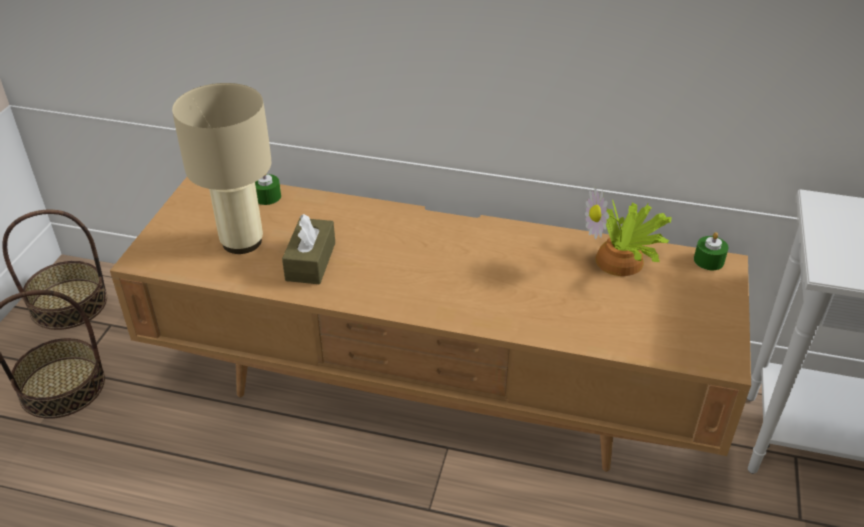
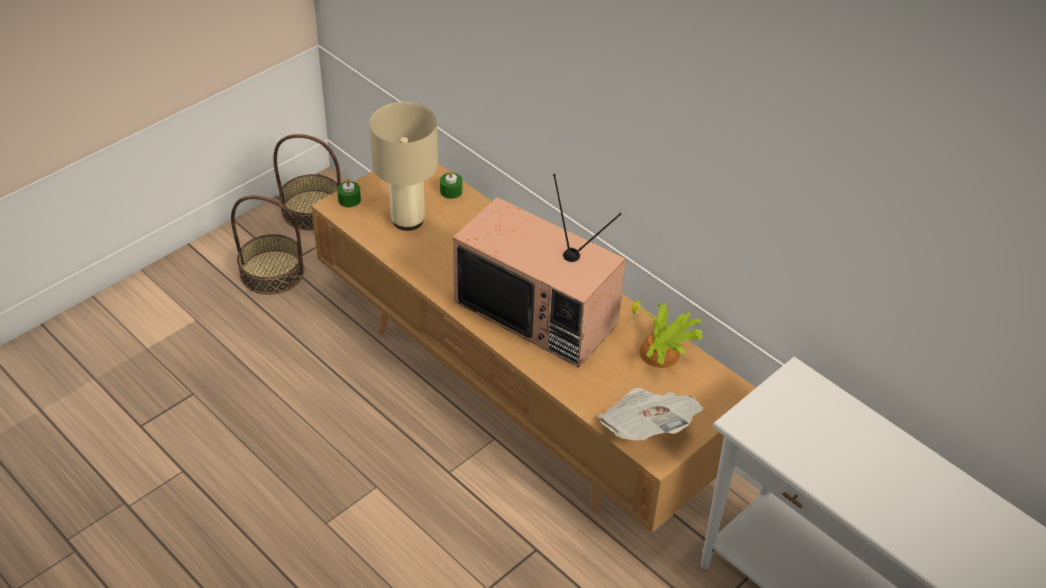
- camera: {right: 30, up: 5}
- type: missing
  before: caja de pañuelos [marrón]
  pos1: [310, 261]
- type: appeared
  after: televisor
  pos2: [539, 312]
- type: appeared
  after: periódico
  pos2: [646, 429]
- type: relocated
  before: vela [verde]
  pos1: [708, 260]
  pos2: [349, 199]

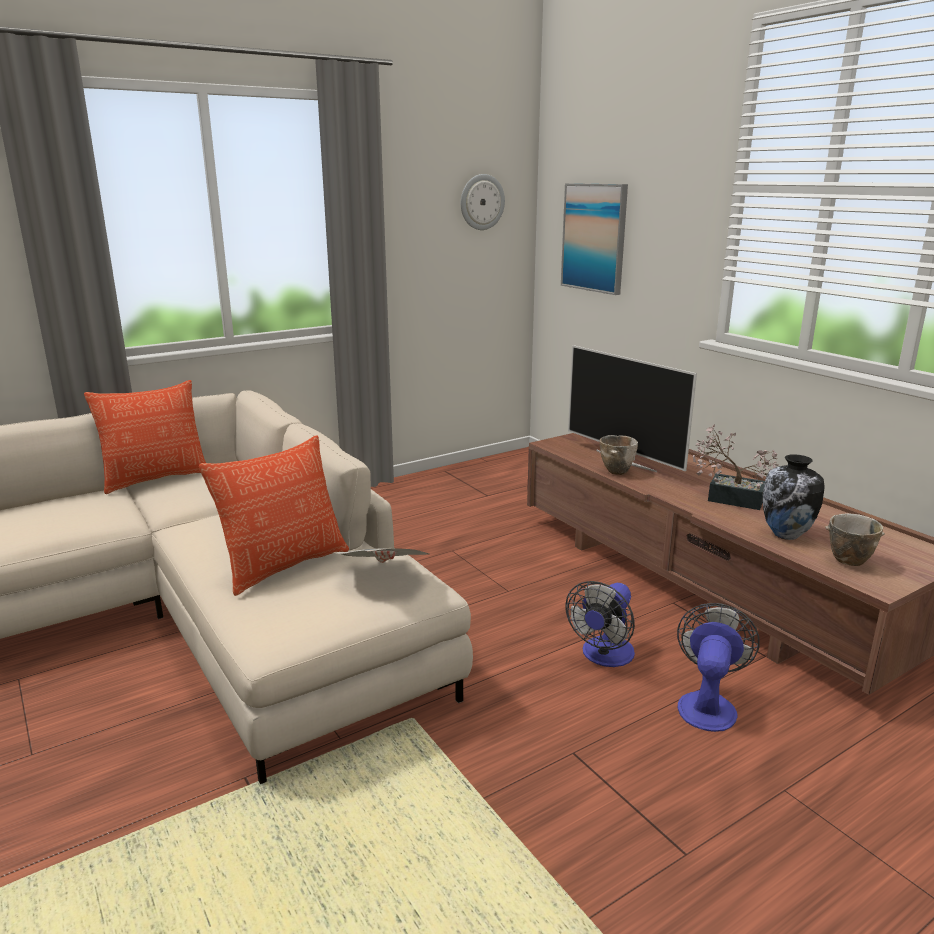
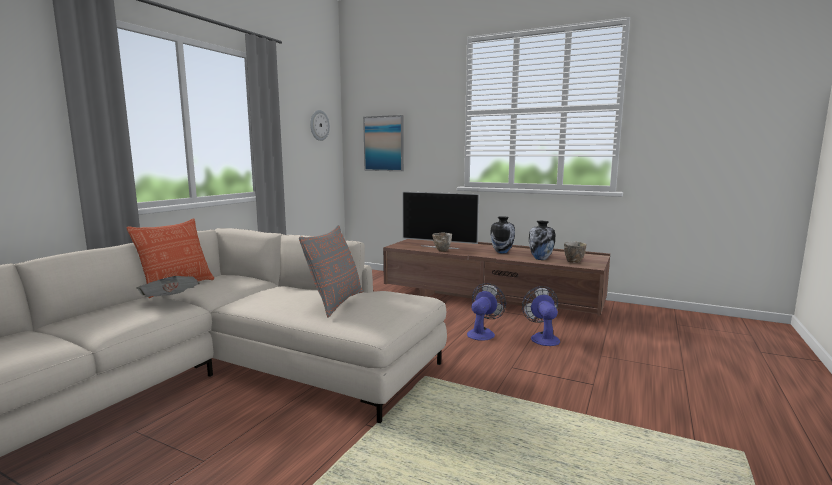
- camera: {right: -30, up: -10}
- type: relocated
  before: periódico
  pos1: [384, 576]
  pos2: [170, 302]
- type: exchanged
  before: planta en maceta
  after: florero
  pos1: [728, 498]
  pos2: [502, 252]
- type: colour
  before: cojín [naranja]
  after: cojín [gris]
  pos1: [284, 566]
  pos2: [336, 303]
- type: spun
  before: ventilador
  pos1: [604, 656]
  pos2: [483, 333]
  turn: -150

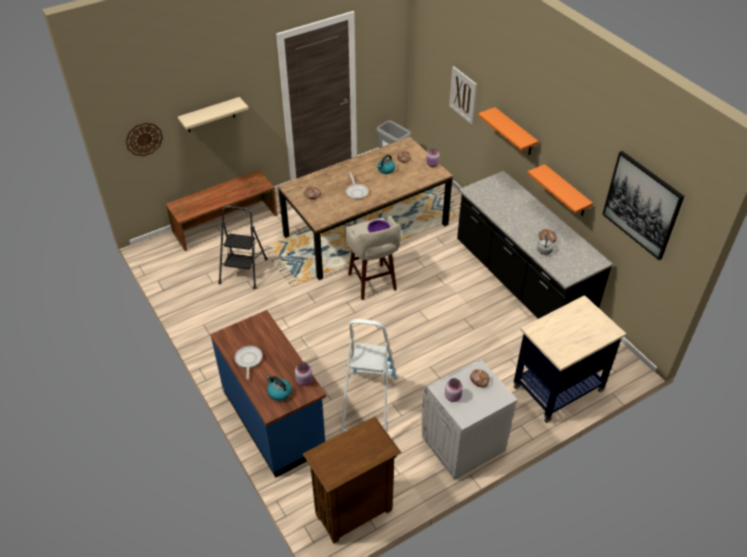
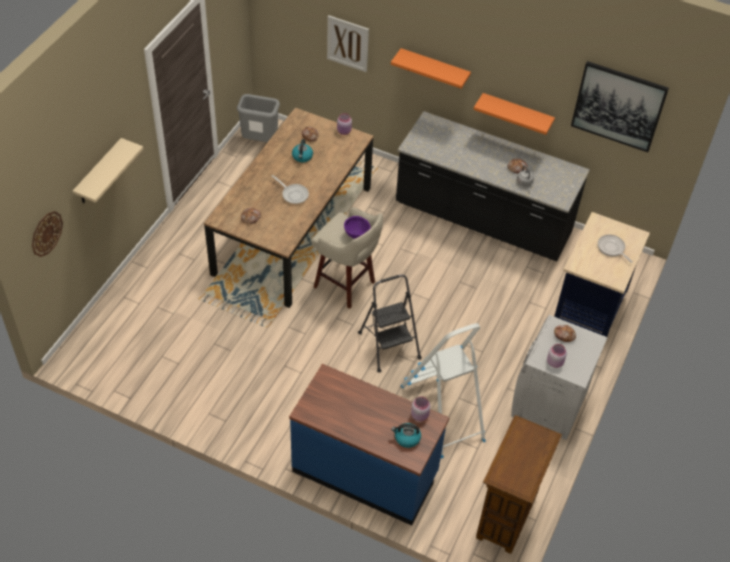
- camera: {right: -35, up: 5}
- type: missing
  before: banco [marrón]
  pos1: [225, 222]
- type: relocated
  before: escalera de tijera [negro]
  pos1: [244, 269]
  pos2: [388, 343]
- type: relocated
  before: sartén
  pos1: [248, 360]
  pos2: [612, 248]

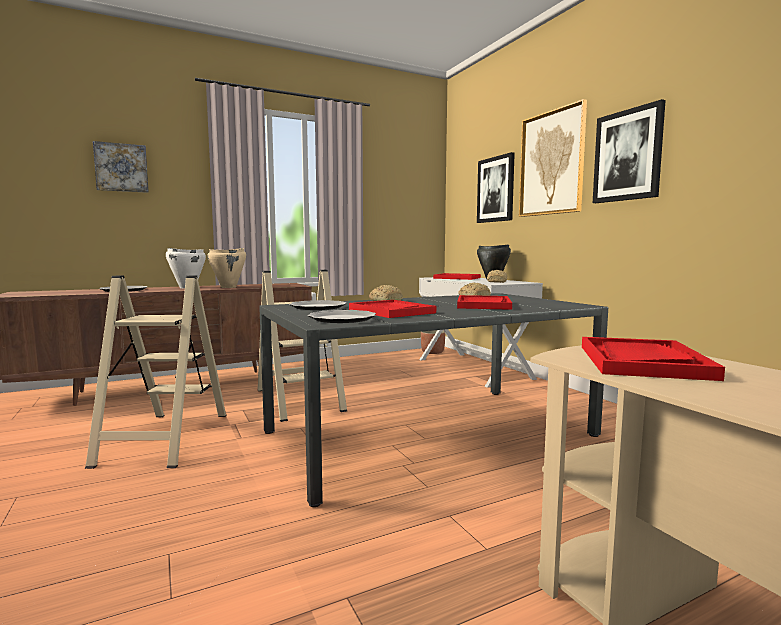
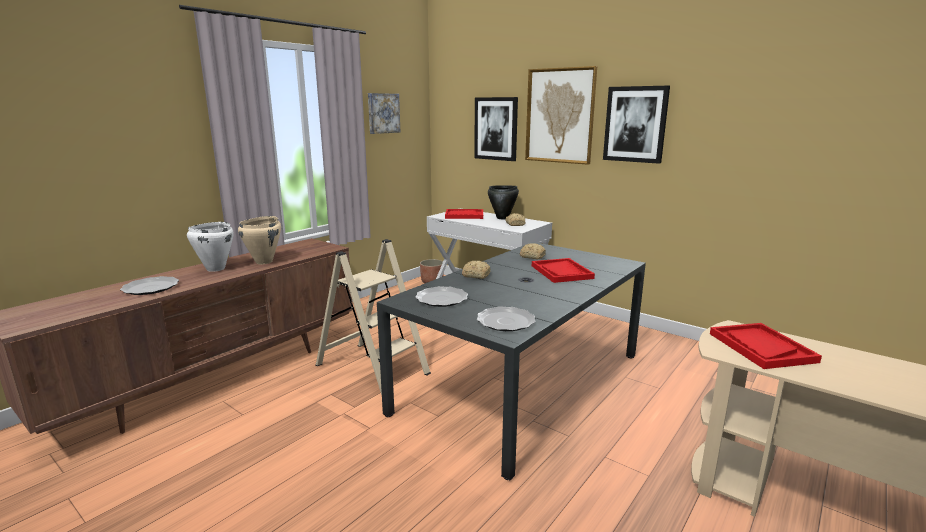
- camera: {right: -25, up: 10}
- type: missing
  before: escalera de tijera [beis]
  pos1: [164, 439]
- type: missing
  before: bandeja [rojo]
  pos1: [391, 311]
- type: relocated
  before: cuadro
  pos1: [121, 168]
  pos2: [383, 113]

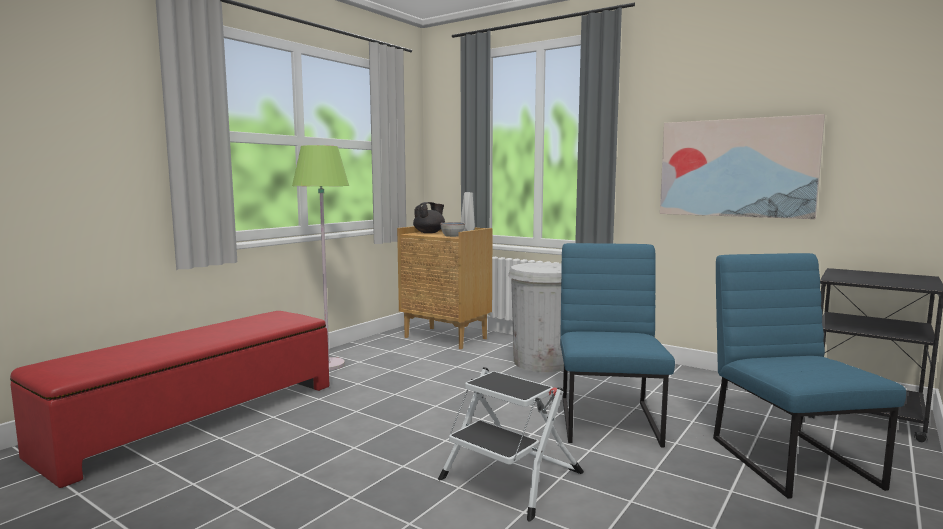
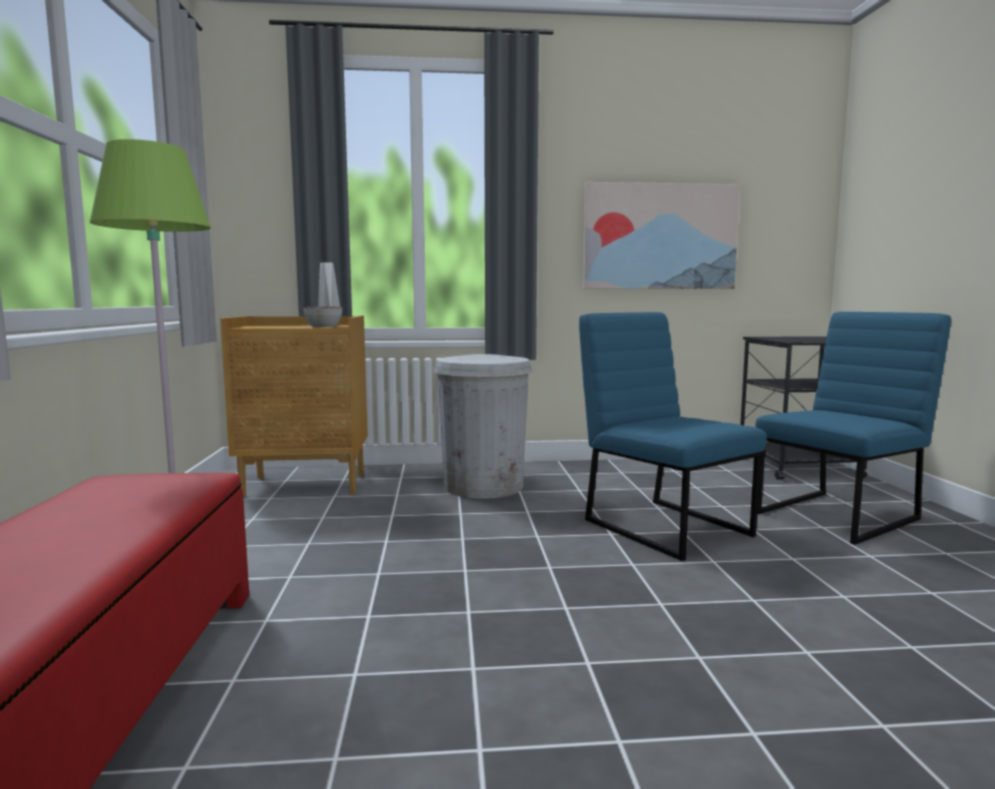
- camera: {right: -40, up: 0}
- type: missing
  before: tetera [negro]
  pos1: [429, 233]
- type: missing
  before: escalera de tijera
  pos1: [512, 478]
- type: spun
  before: silla [azul]
  pos1: [790, 459]
  pos2: [840, 515]
  turn: 105

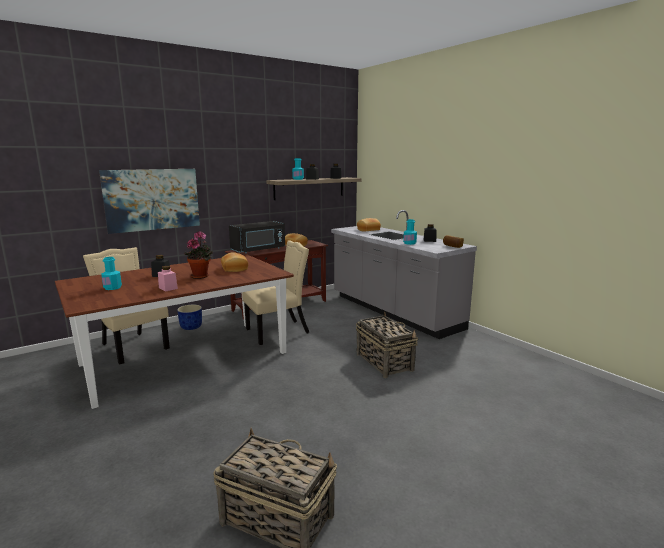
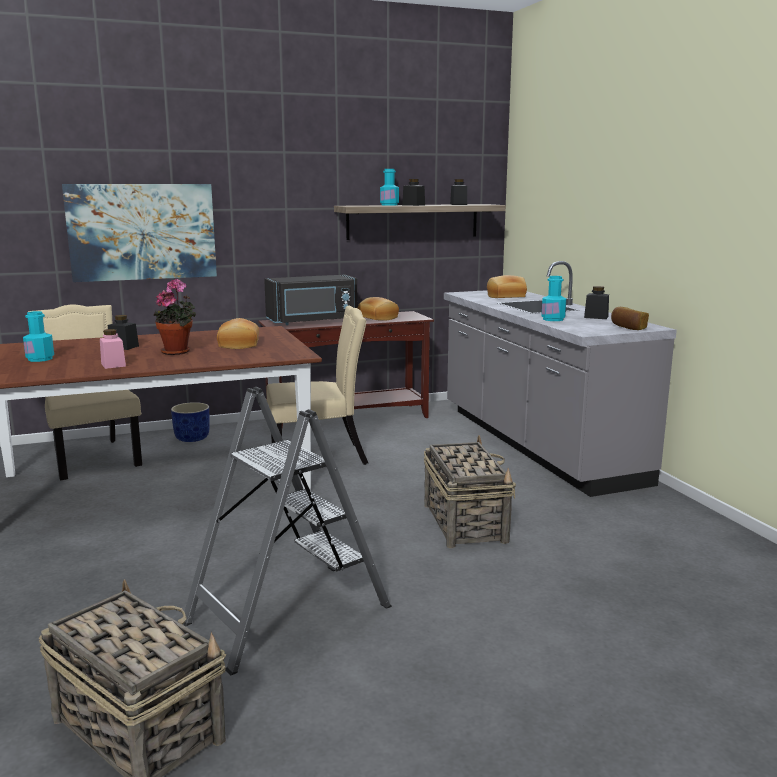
- camera: {right: 15, up: 0}
- type: appeared
  after: escalera de tijera [gris]
  pos2: [285, 614]

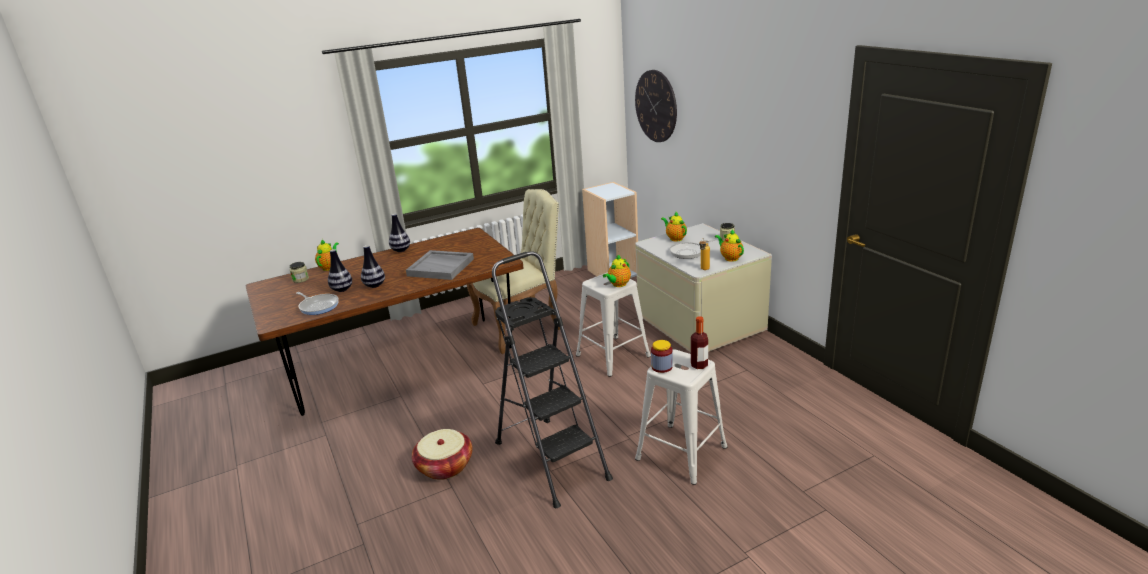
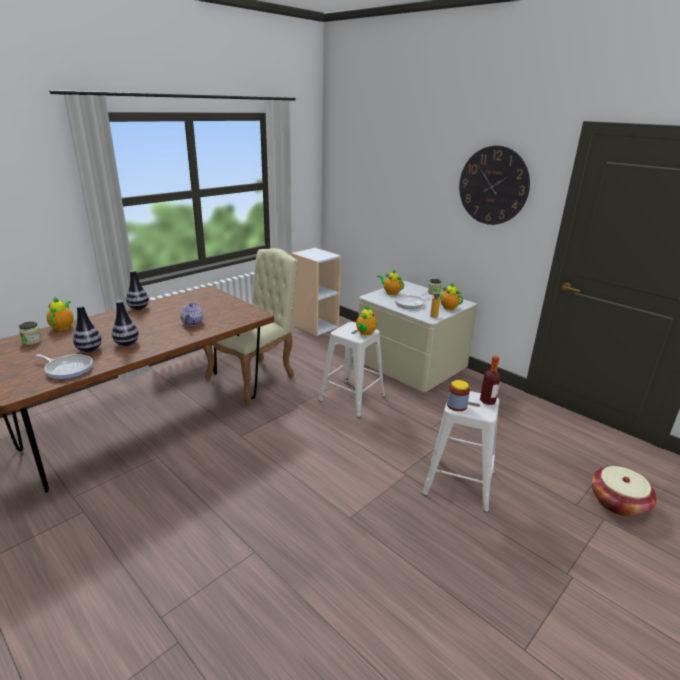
- camera: {right: -20, up: 0}
- type: missing
  before: escalera de tijera
  pos1: [550, 458]
- type: relocated
  before: cesta
  pos1: [445, 466]
  pos2: [618, 502]
- type: relocated
  before: reloj de pared
  pos1: [656, 106]
  pos2: [493, 186]
- type: exchanged
  before: bandeja [gris]
  after: tetera
  pos1: [441, 267]
  pos2: [193, 323]

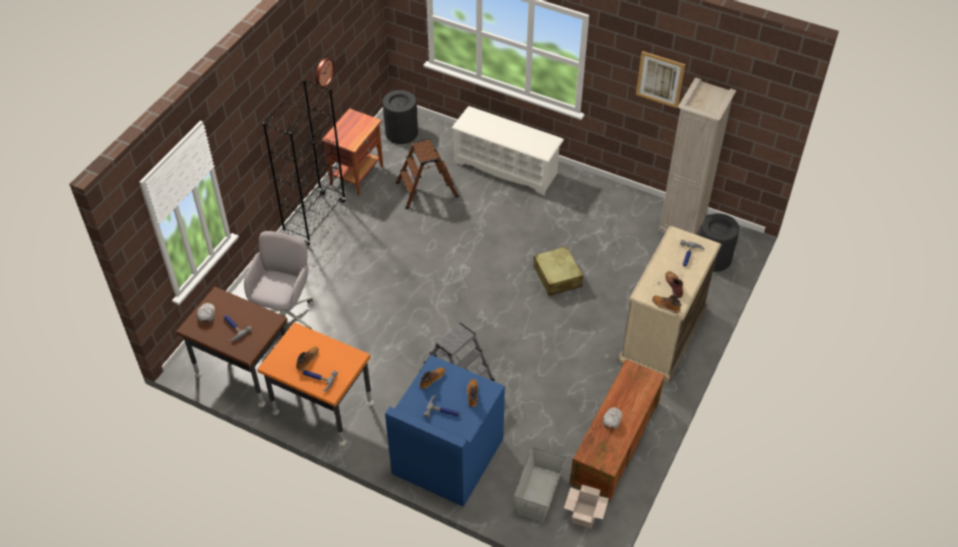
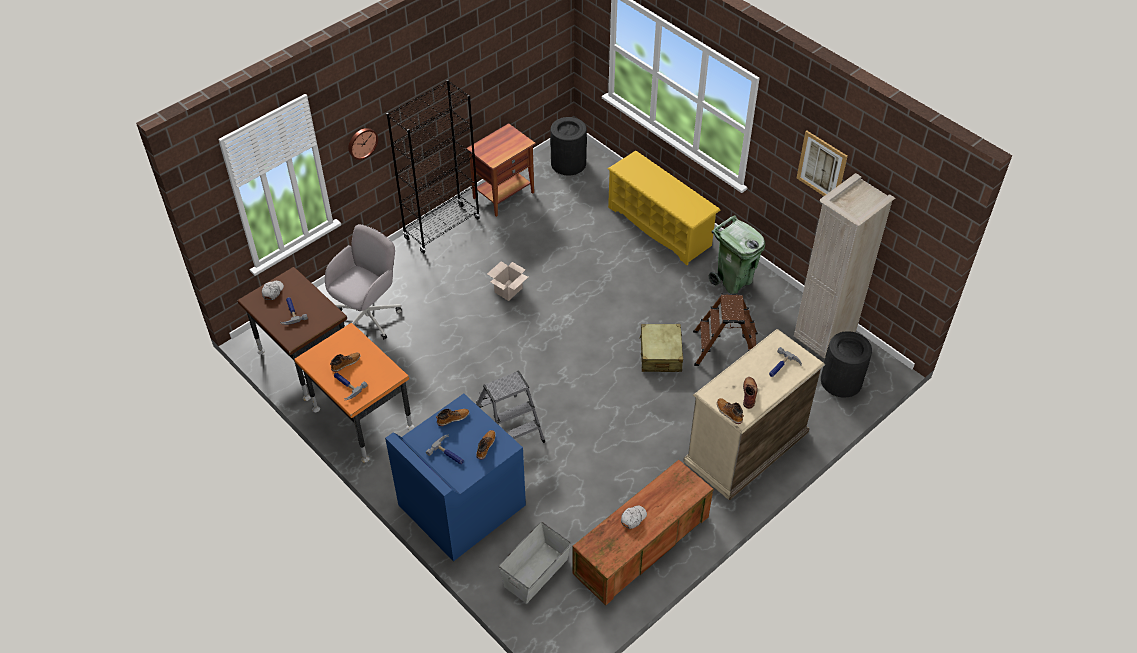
- camera: {right: 20, up: 0}
- type: appeared
  after: papelera [verde]
  pos2: [733, 281]
- type: relocated
  before: reloj de pared
  pos1: [323, 72]
  pos2: [362, 142]
- type: relocated
  before: escalera de tijera [marrón]
  pos1: [427, 189]
  pos2: [726, 349]
- type: relocated
  before: caja de cartón
  pos1: [584, 514]
  pos2: [508, 289]
- type: colour
  before: zapatero [blanco]
  after: zapatero [amarillo]
  pos1: [506, 168]
  pos2: [660, 226]

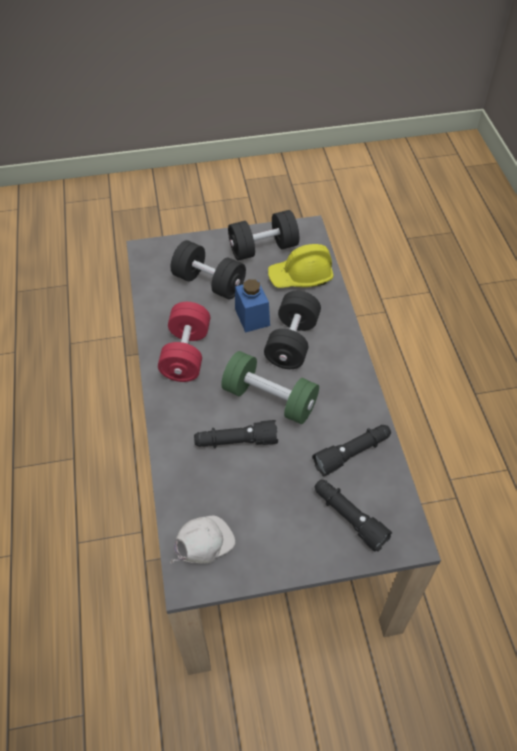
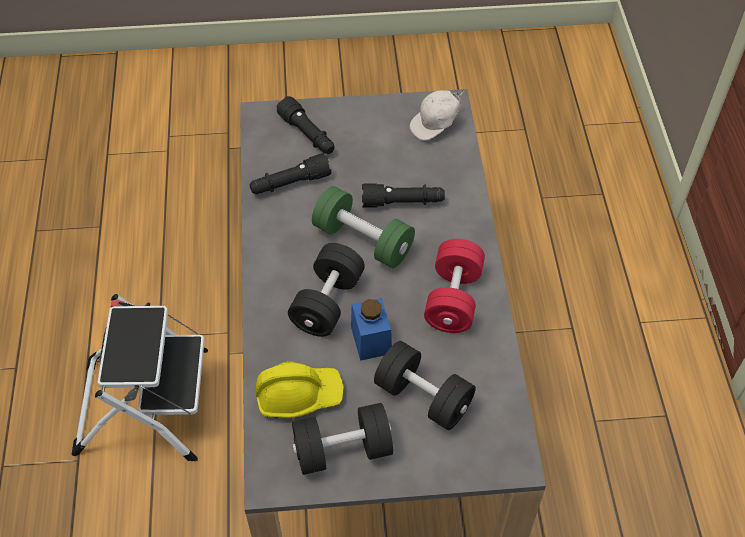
- camera: {right: -175, up: 0}
- type: appeared
  after: escalera de tijera
  pos2: [145, 403]

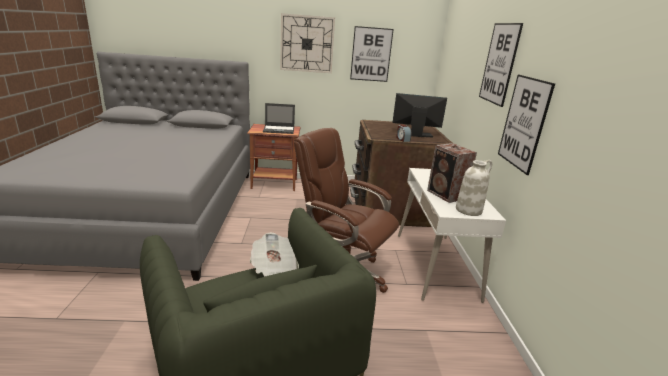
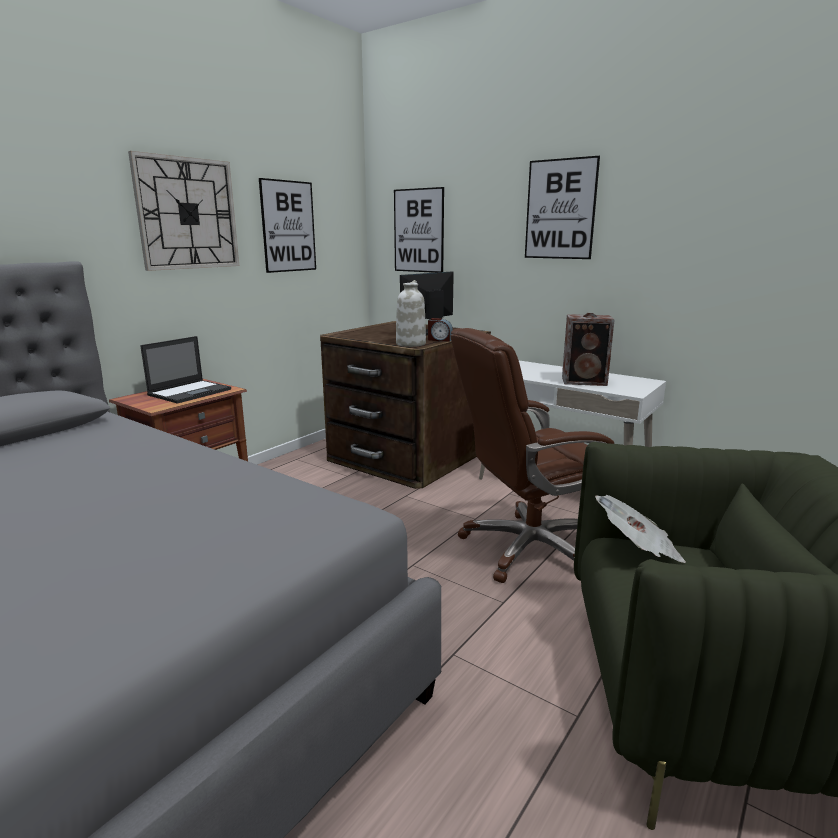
- camera: {right: -50, up: -5}
- type: relocated
  before: florero [blanco]
  pos1: [468, 210]
  pos2: [410, 343]
- type: relocated
  before: cuadro
  pos1: [524, 123]
  pos2: [418, 231]

